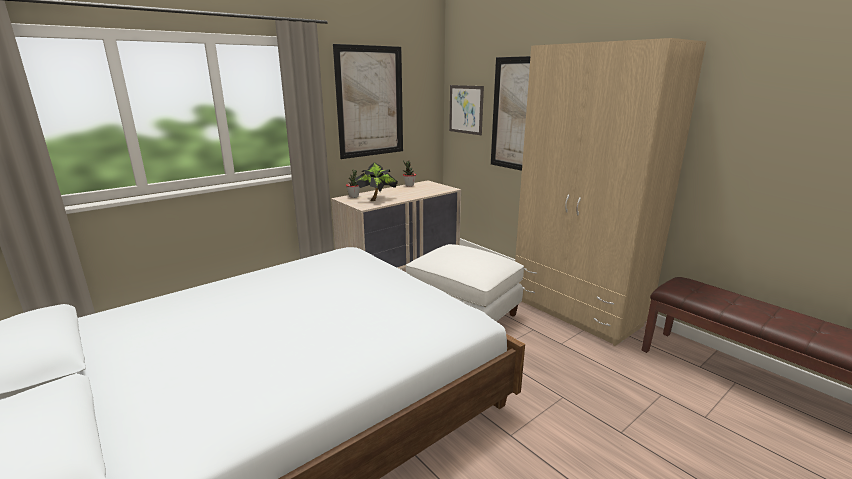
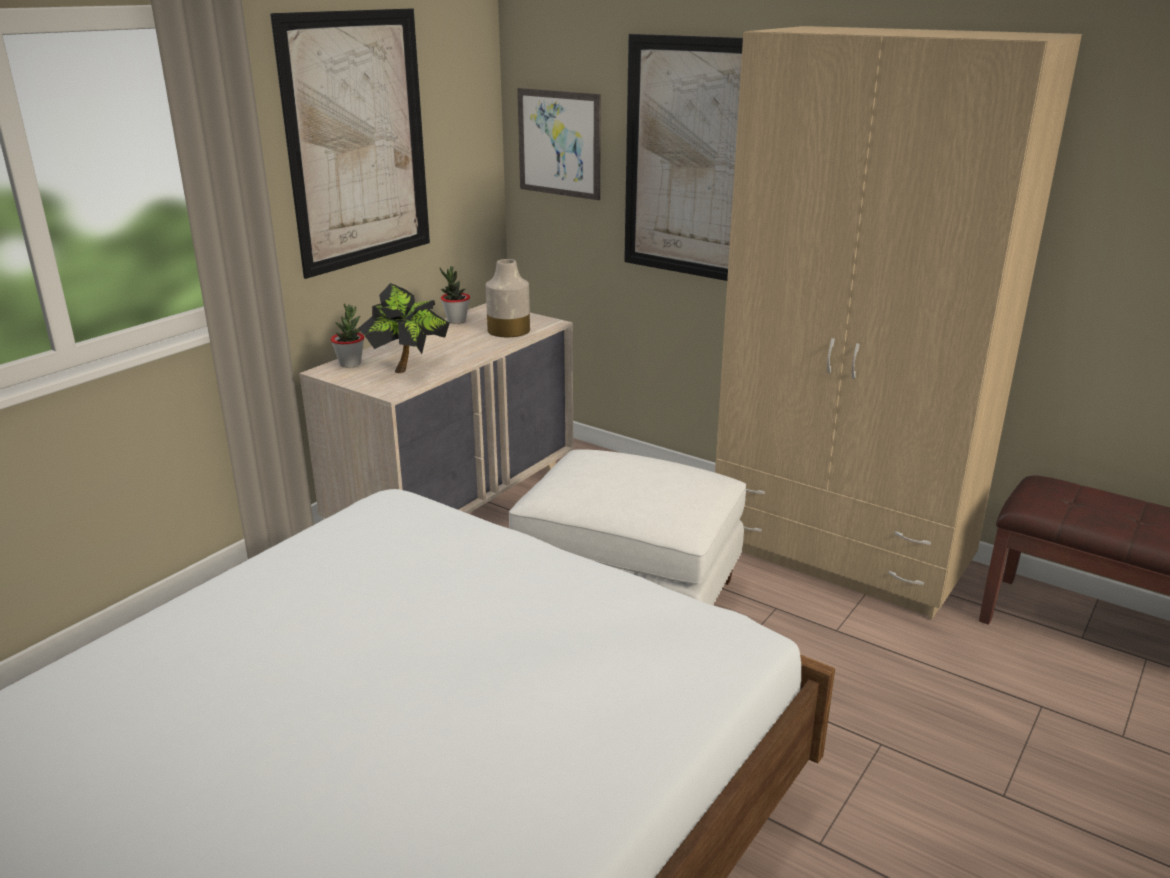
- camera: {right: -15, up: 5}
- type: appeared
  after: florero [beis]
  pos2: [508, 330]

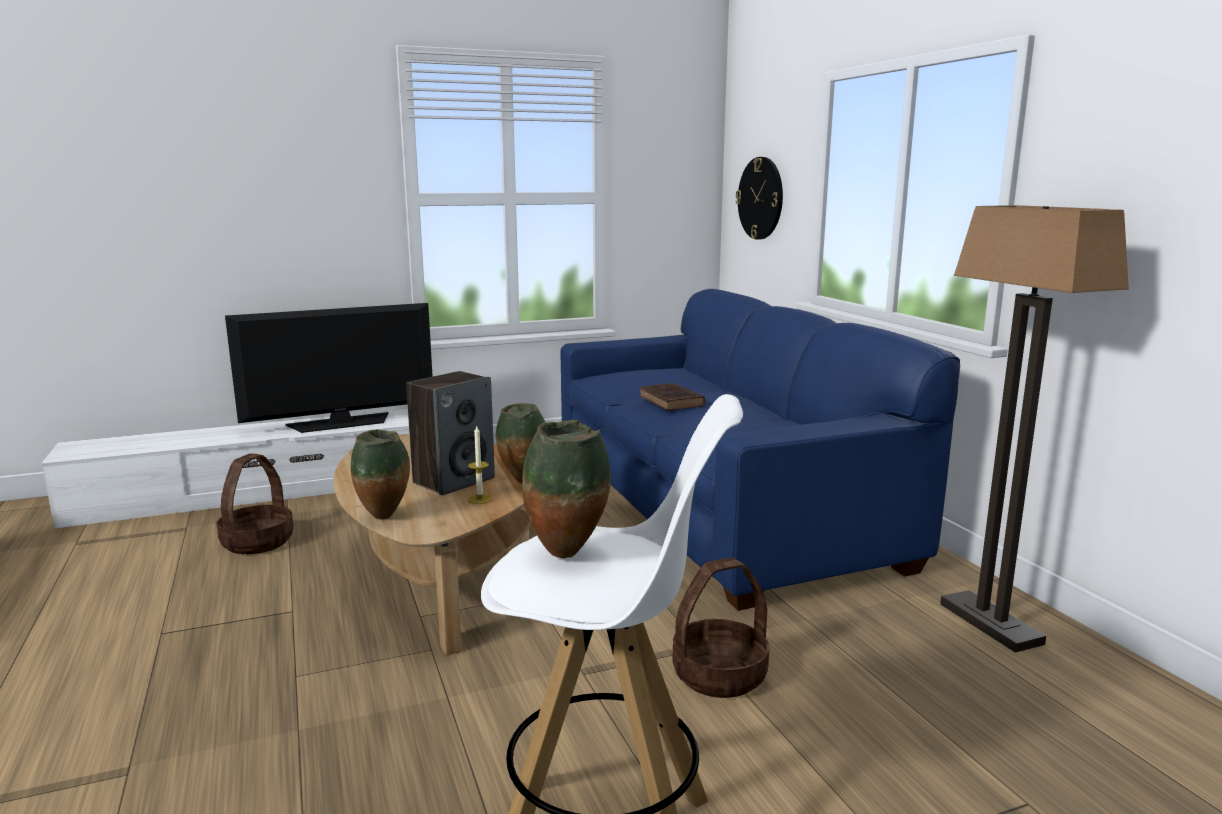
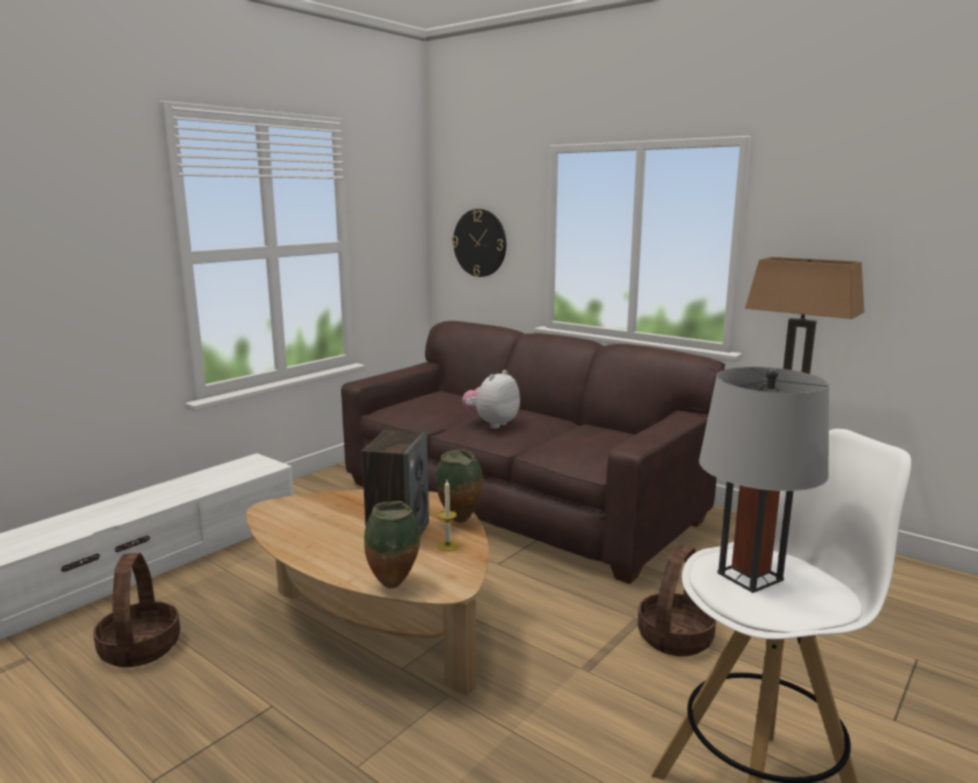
- camera: {right: -30, up: 0}
- type: missing
  before: televisor
  pos1: [341, 423]
- type: exchanged
  before: florero
  after: lámpara de mesa [gris]
  pos1: [568, 555]
  pos2: [750, 576]
- type: exchanged
  before: libro [marrón]
  after: peluche
  pos1: [672, 401]
  pos2: [492, 424]
- type: colour
  before: sofá [azul]
  after: sofá [marrón]
  pos1: [715, 504]
  pos2: [517, 502]

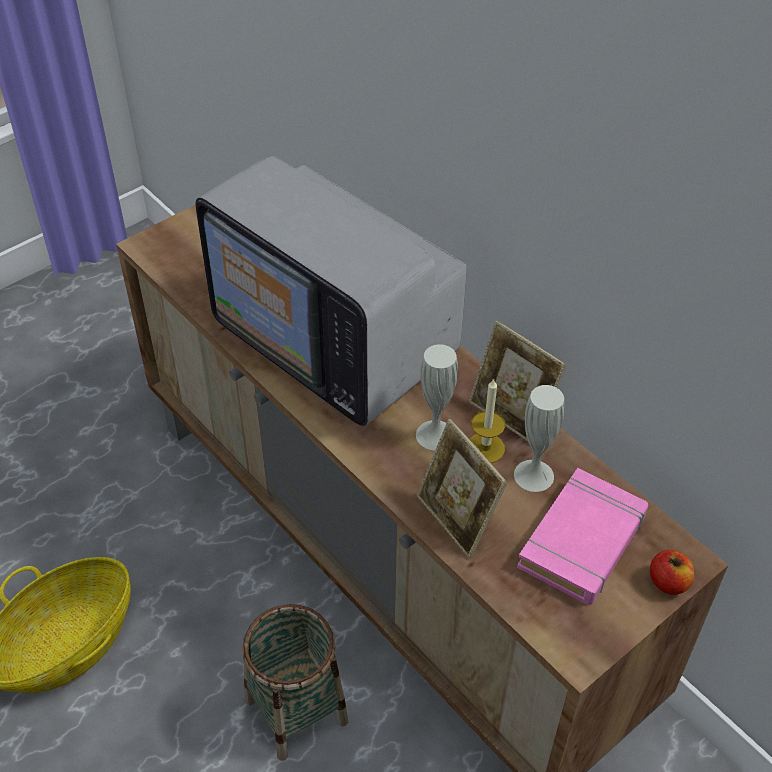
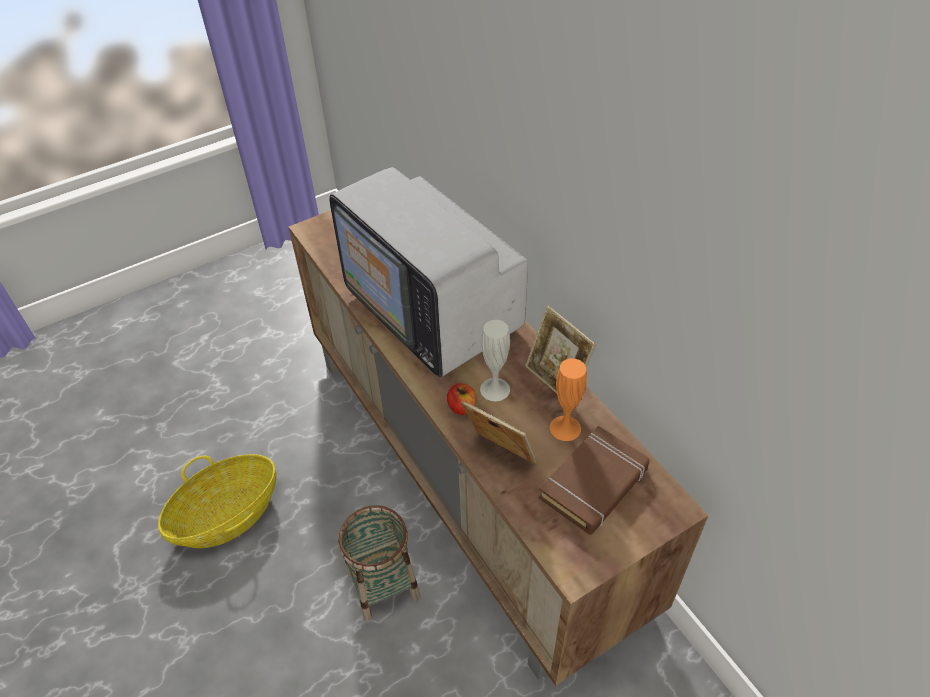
- camera: {right: 10, up: 0}
- type: missing
  before: vela
  pos1: [485, 448]
- type: relocated
  before: manzana
  pos1: [668, 582]
  pos2: [462, 407]
- type: colour
  before: florero [blanco]
  after: florero [naranja]
  pos1: [533, 475]
  pos2: [565, 428]
- type: colour
  before: libro [rosa]
  after: libro [marrón]
  pos1: [582, 542]
  pos2: [594, 484]
- type: spun
  before: portarretratos
  pos1: [457, 519]
  pos2: [499, 456]
  turn: 150

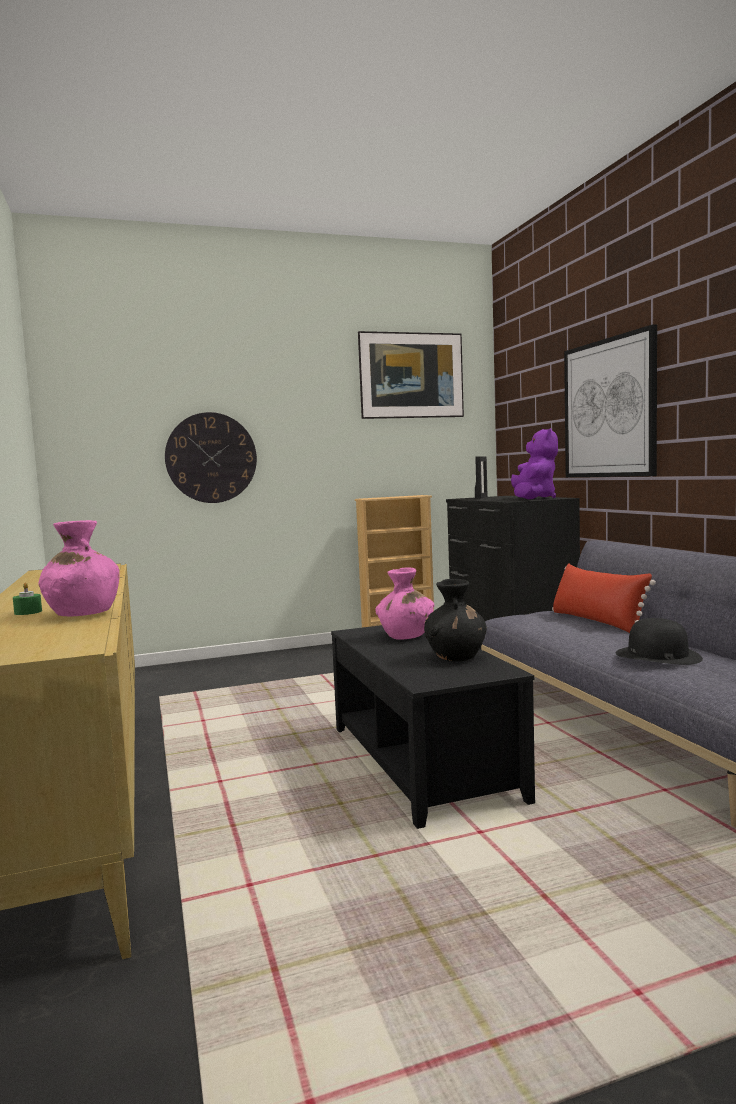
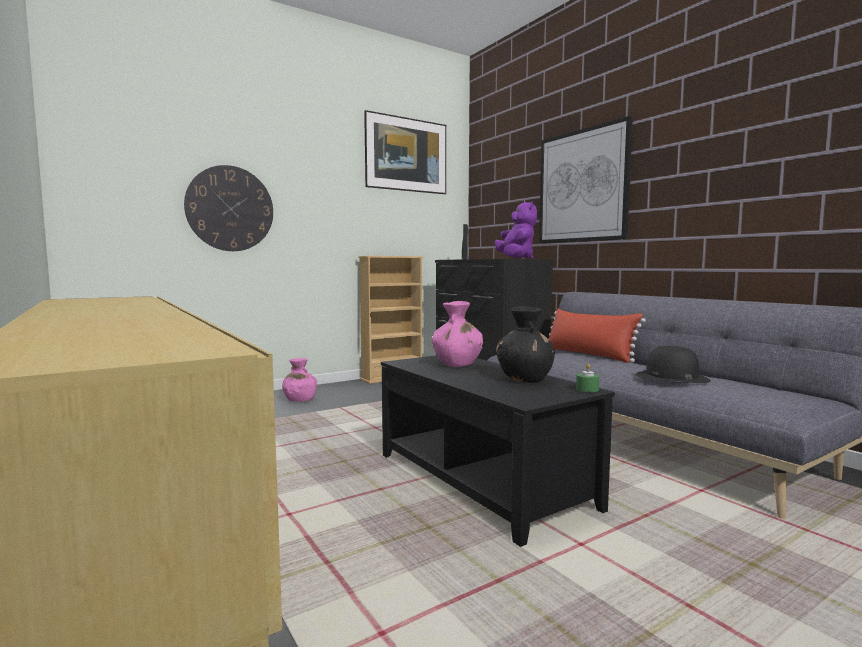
- camera: {right: -15, up: 0}
- type: relocated
  before: vela [verde]
  pos1: [28, 612]
  pos2: [587, 389]
- type: relocated
  before: florero [rosa]
  pos1: [82, 614]
  pos2: [299, 400]

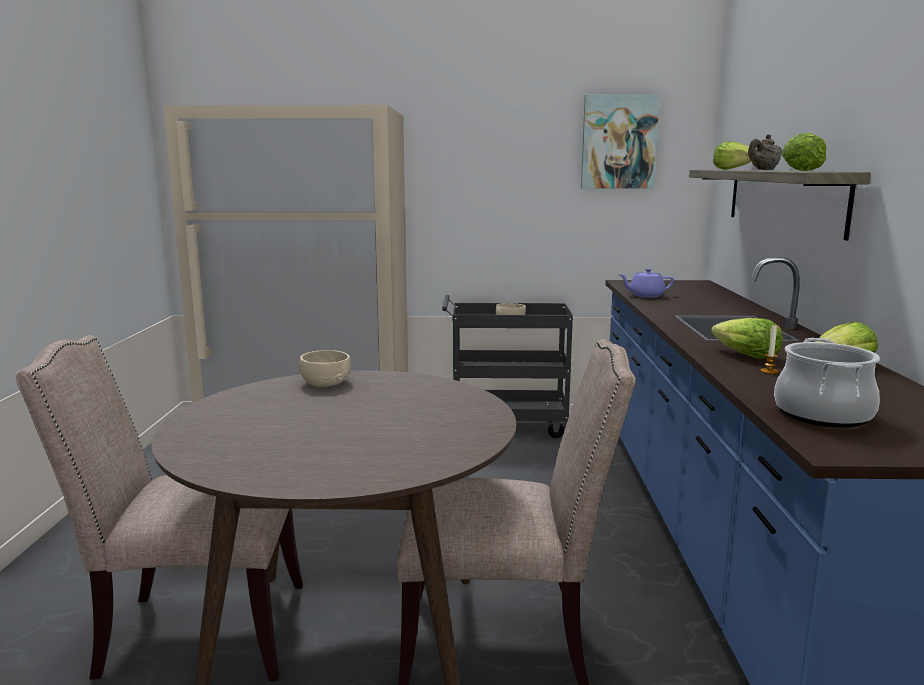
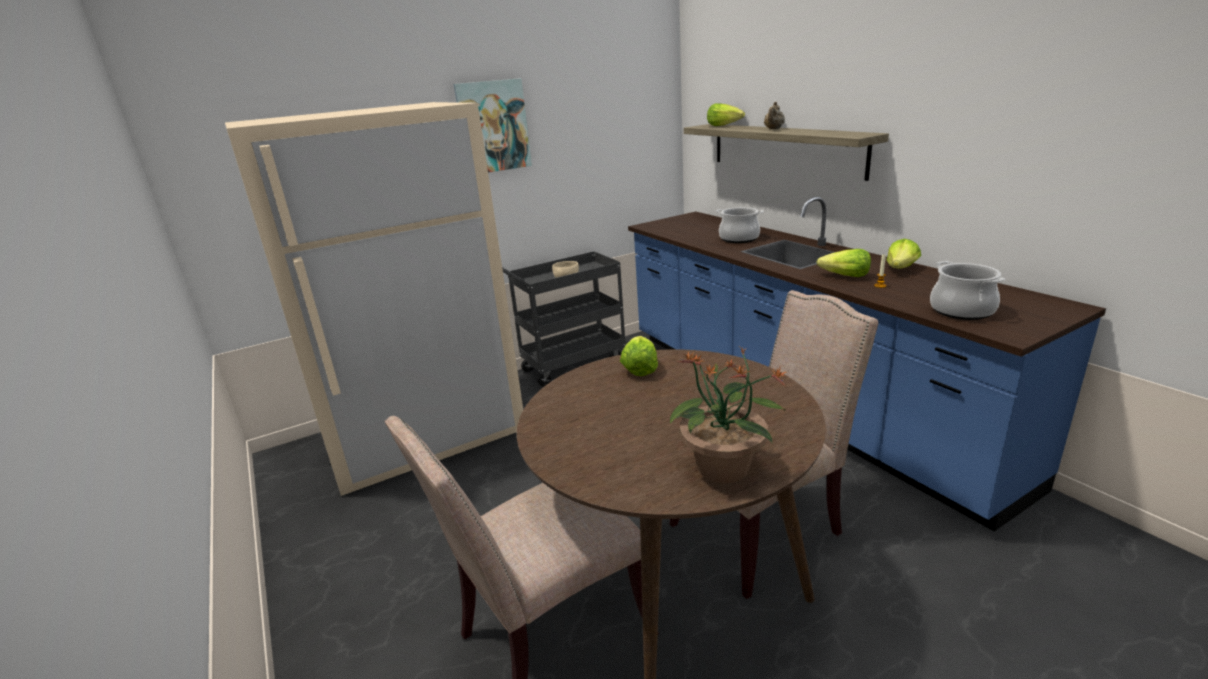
- camera: {right: -30, up: 10}
- type: missing
  before: cuenco [beis]
  pos1: [325, 383]
- type: missing
  before: tetera [morado]
  pos1: [645, 295]
- type: appeared
  after: planta en maceta
  pos2: [724, 469]
- type: appeared
  after: olla
  pos2: [739, 239]
- type: relocated
  before: cuadro
  pos1: [619, 142]
  pos2: [493, 126]
- type: relocated
  before: lechuga
  pos1: [804, 170]
  pos2: [639, 368]

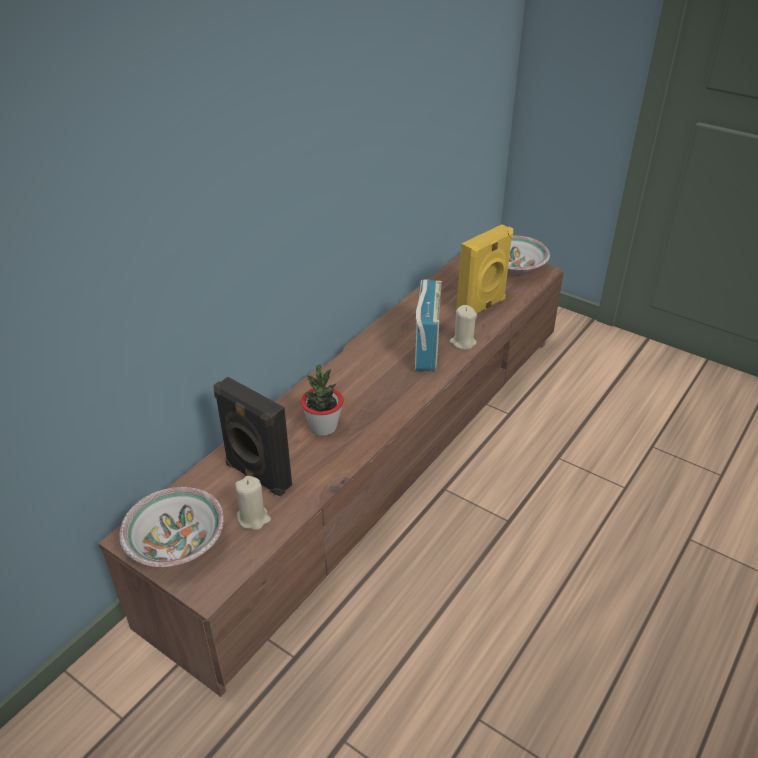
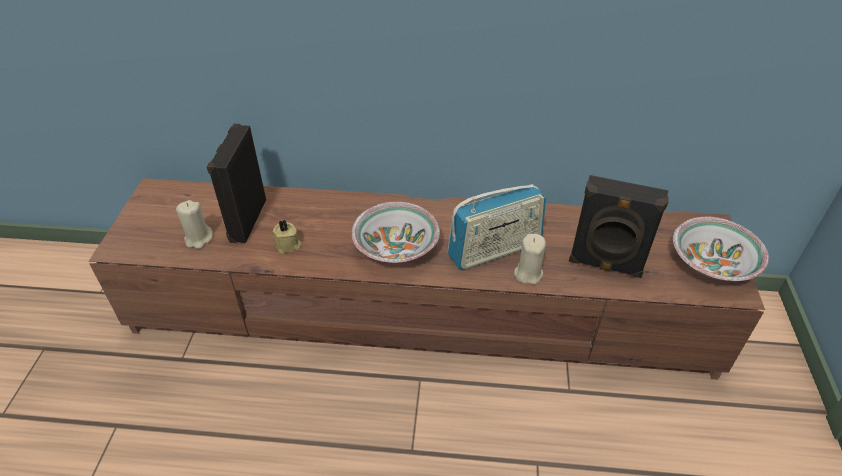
- camera: {right: 60, up: 5}
- type: missing
  before: planta en maceta
  pos1: [323, 427]
- type: appeared
  after: vela [beis]
  pos2: [288, 245]
- type: relocated
  before: cuenco
  pos1: [177, 542]
  pos2: [397, 248]
- type: colour
  before: altavoz [amarillo]
  after: altavoz [negro]
  pos1: [482, 307]
  pos2: [605, 266]

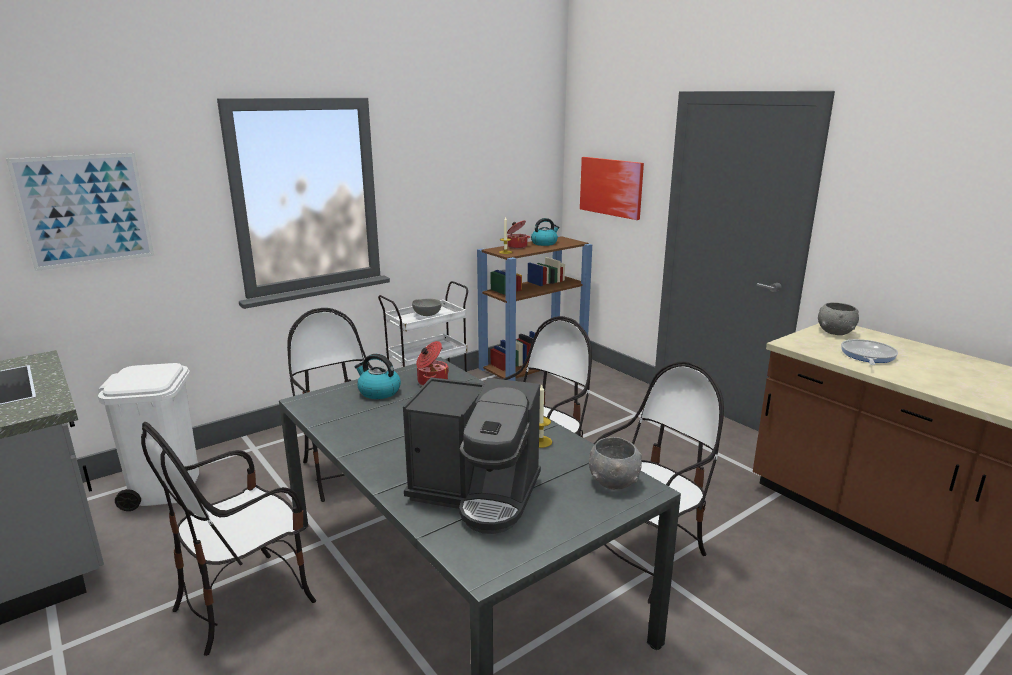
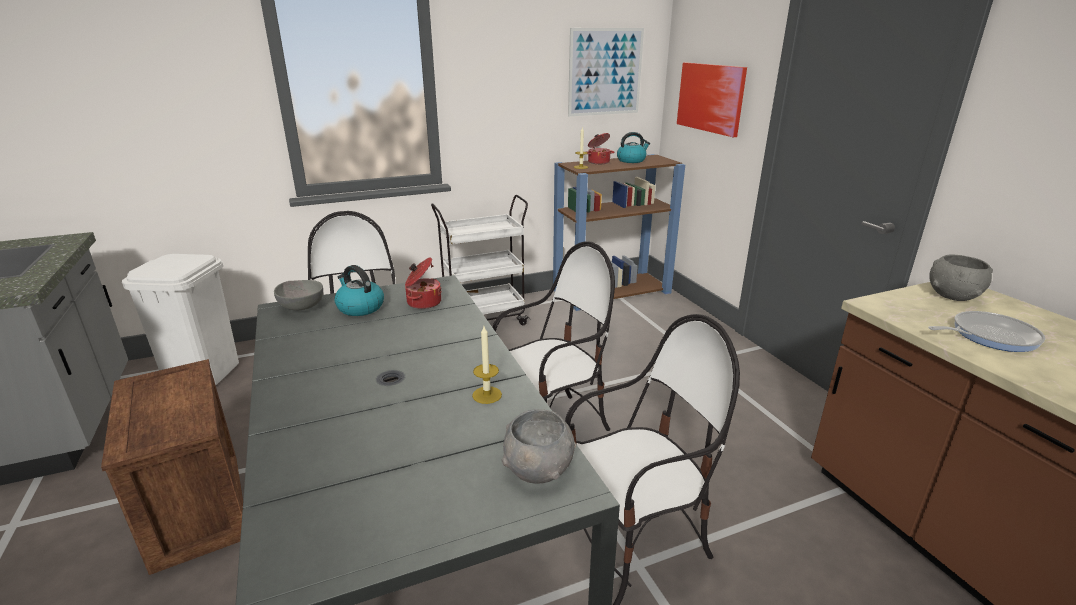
- camera: {right: 15, up: 5}
- type: missing
  before: cafetera
  pos1: [476, 494]
- type: relocated
  before: cuadro
  pos1: [85, 210]
  pos2: [605, 72]
- type: relocated
  before: cuenco [gris]
  pos1: [426, 315]
  pos2: [302, 307]
- type: exchanged
  before: silla
  after: caja de embalaje
  pos1: [245, 601]
  pos2: [196, 509]
- type: spun
  before: sartén
  pos1: [867, 356]
  pos2: [989, 336]
  turn: 45

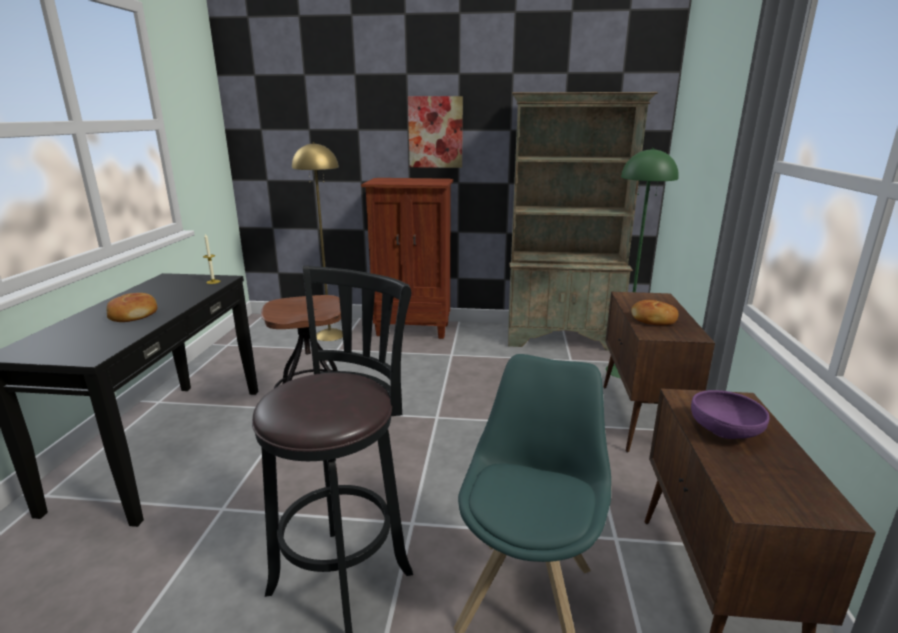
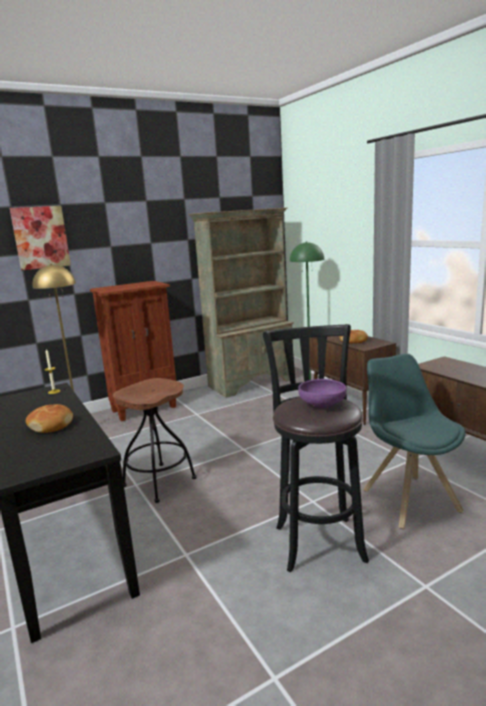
- camera: {right: -35, up: -5}
- type: relocated
  before: cuadro
  pos1: [435, 132]
  pos2: [41, 237]
- type: relocated
  before: cuenco [morado]
  pos1: [724, 431]
  pos2: [322, 404]

